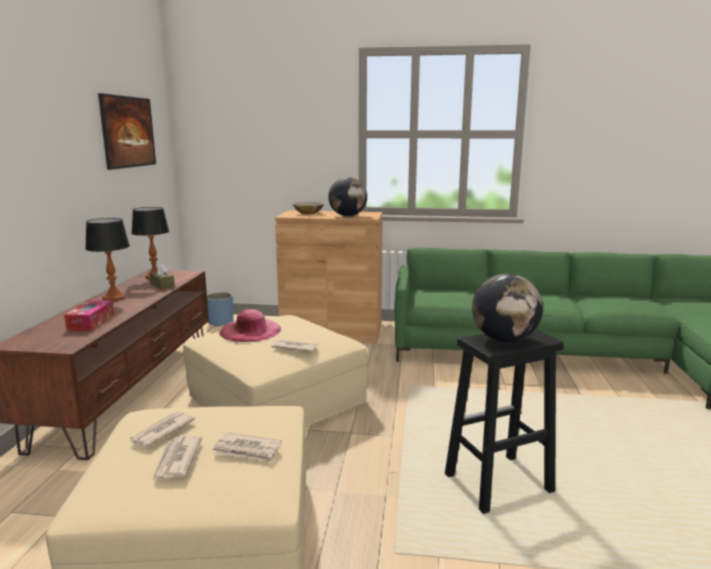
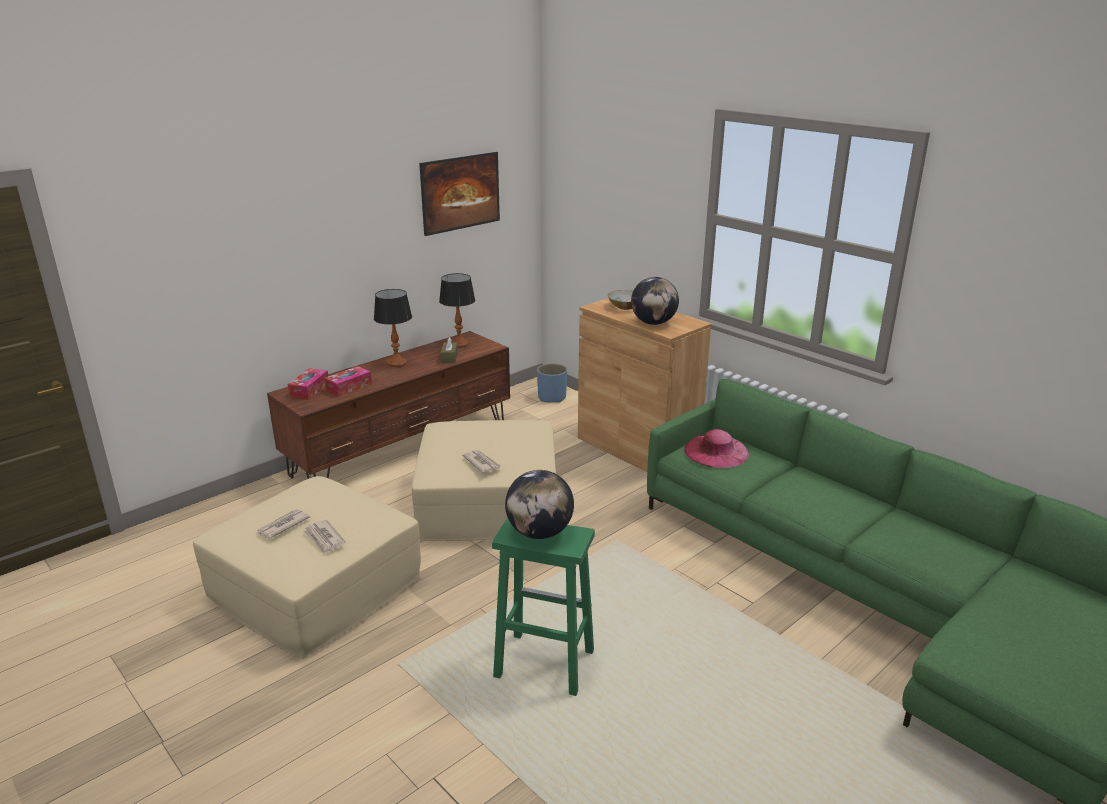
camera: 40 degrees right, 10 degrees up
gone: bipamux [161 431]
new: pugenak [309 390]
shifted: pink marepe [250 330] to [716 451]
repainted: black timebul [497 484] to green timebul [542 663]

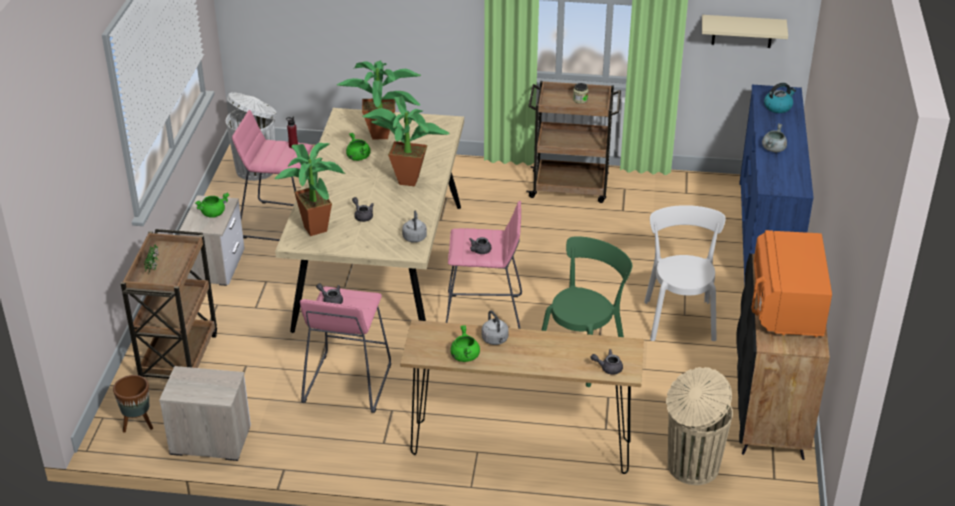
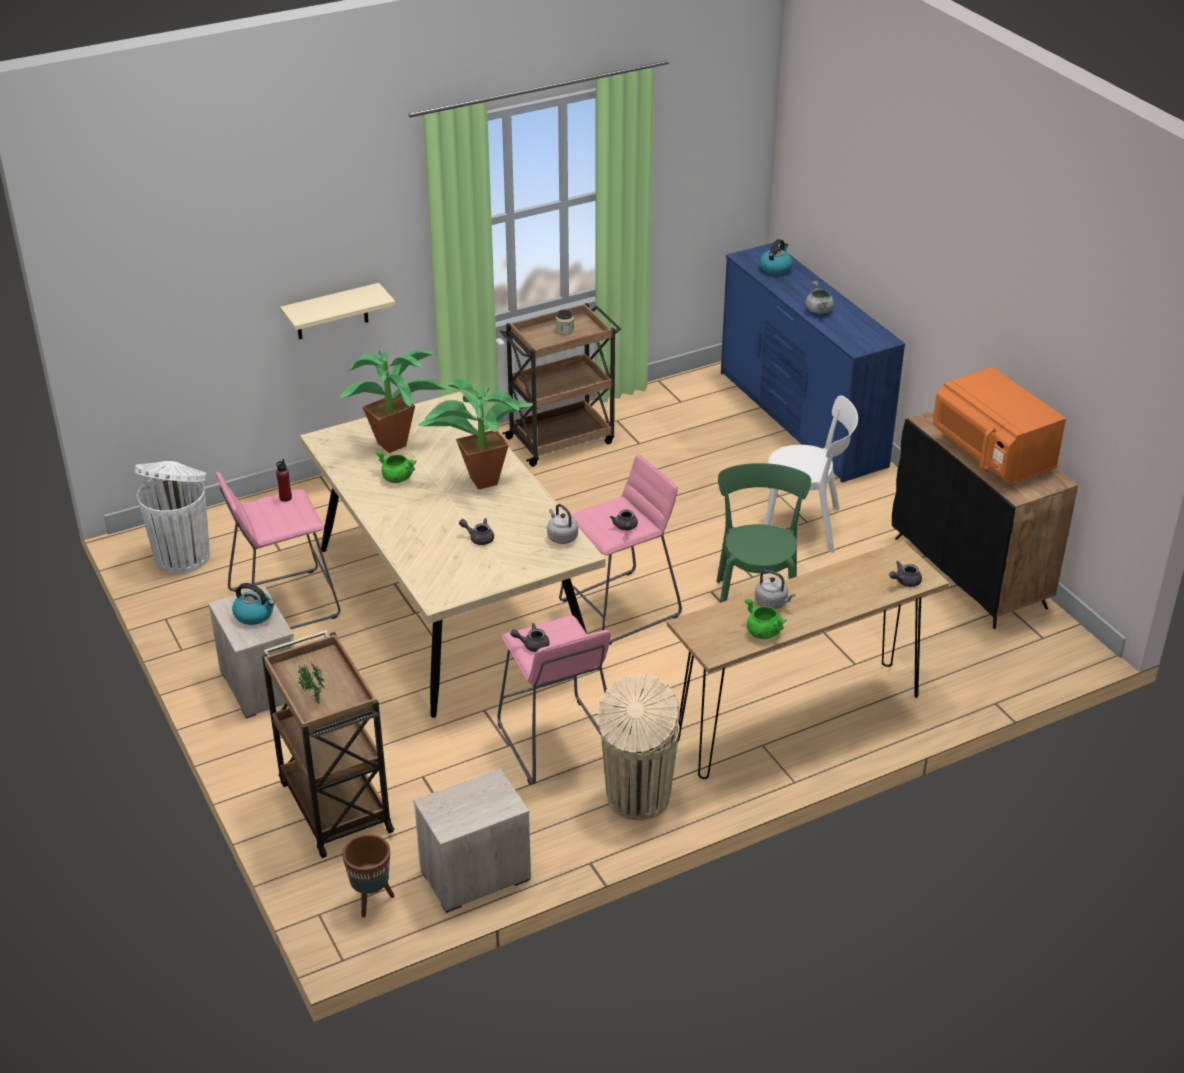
camera: 35 degrees left, 0 degrees up
gone: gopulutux [316 226]
shifted: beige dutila [691 467] to [637 799]; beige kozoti [742 31] to [331 312]
swapped: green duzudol [213 213] to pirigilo [255 615]
rotated: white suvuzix [679 317] = [805 526] 135 degrees clockwise

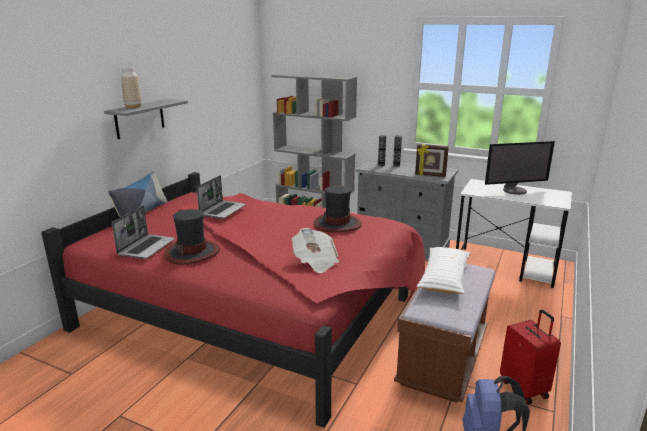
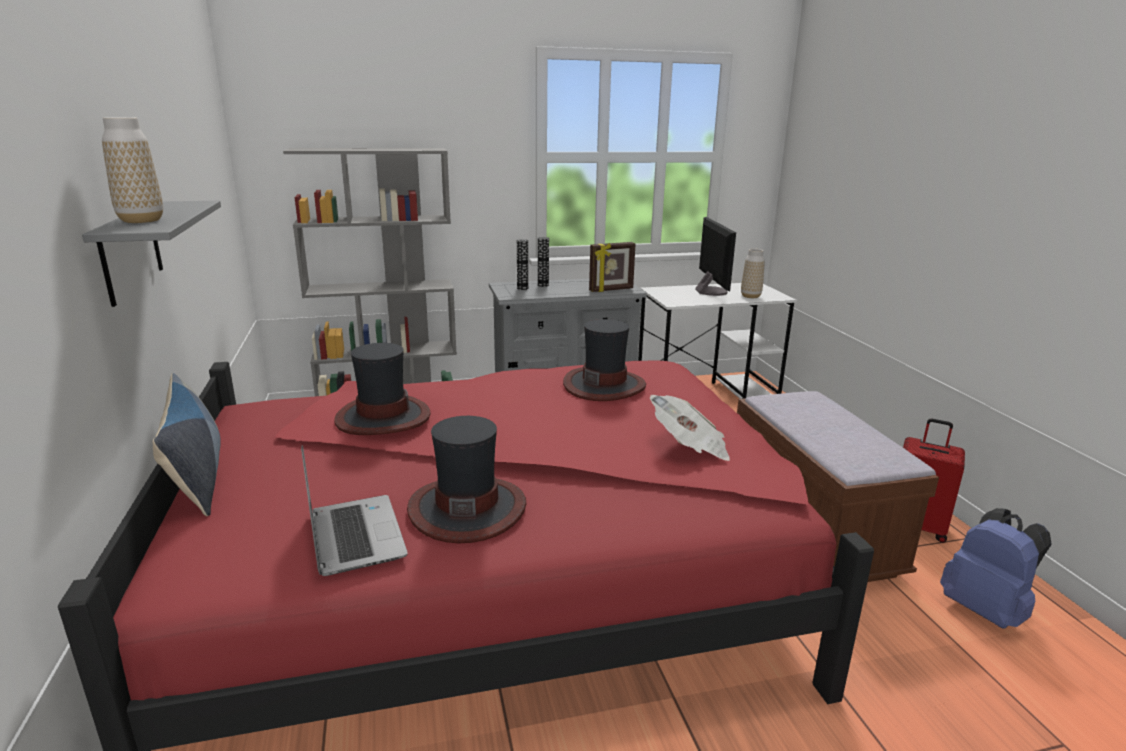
camera: 40 degrees left, 0 degrees up
gone: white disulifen [444 278]
new: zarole [750 296]
swapped: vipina [223 210] to marepe [382 417]
rotated: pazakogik [514 190] = [710 291] 45 degrees counterclockwise

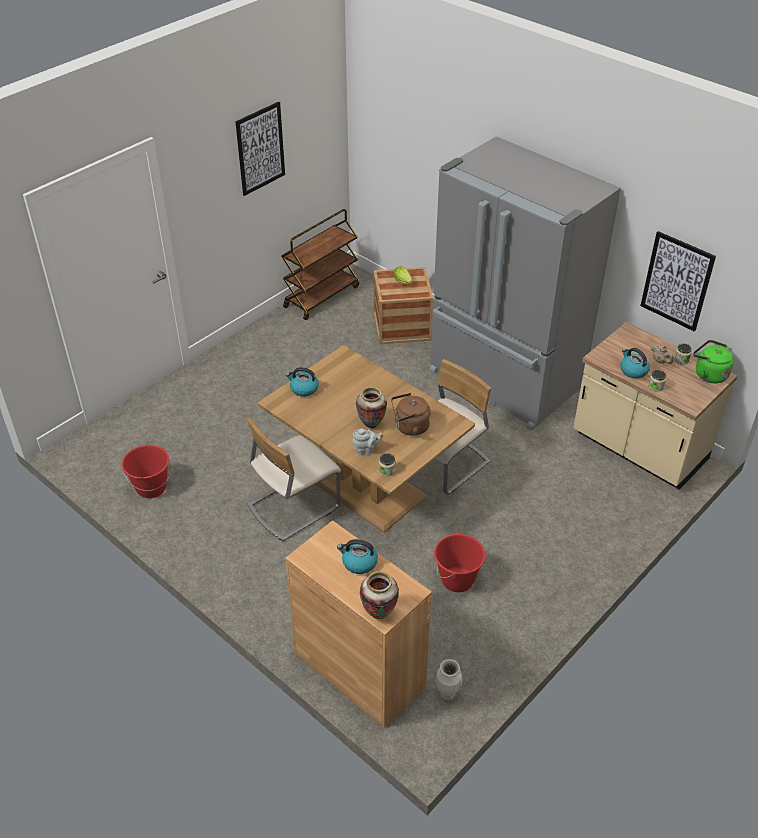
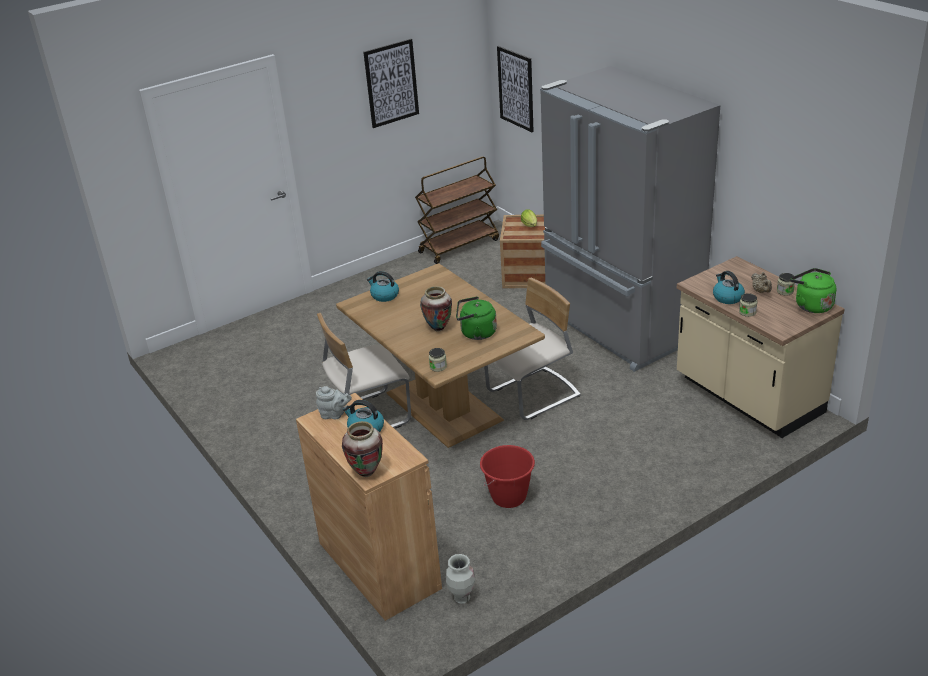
camera: 15 degrees right, 10 degrees down
gone: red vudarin [151 488]
shifted: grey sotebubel [366 450] to [334 415]; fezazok [677 281] to [516 88]
repainted: brown pirigilo [409 427] to green pirigilo [476 333]

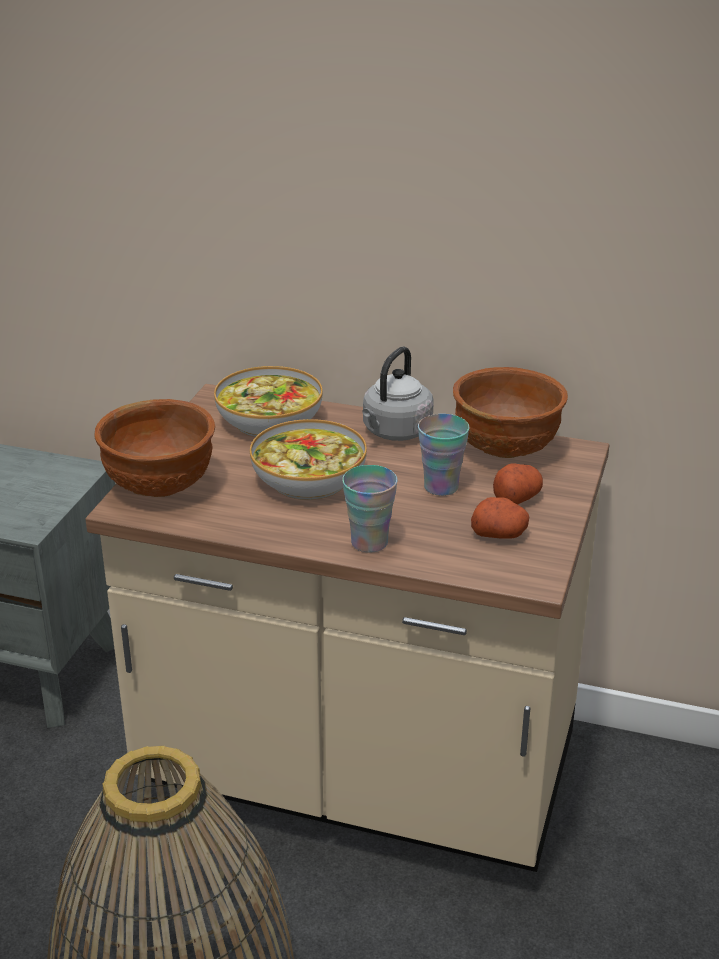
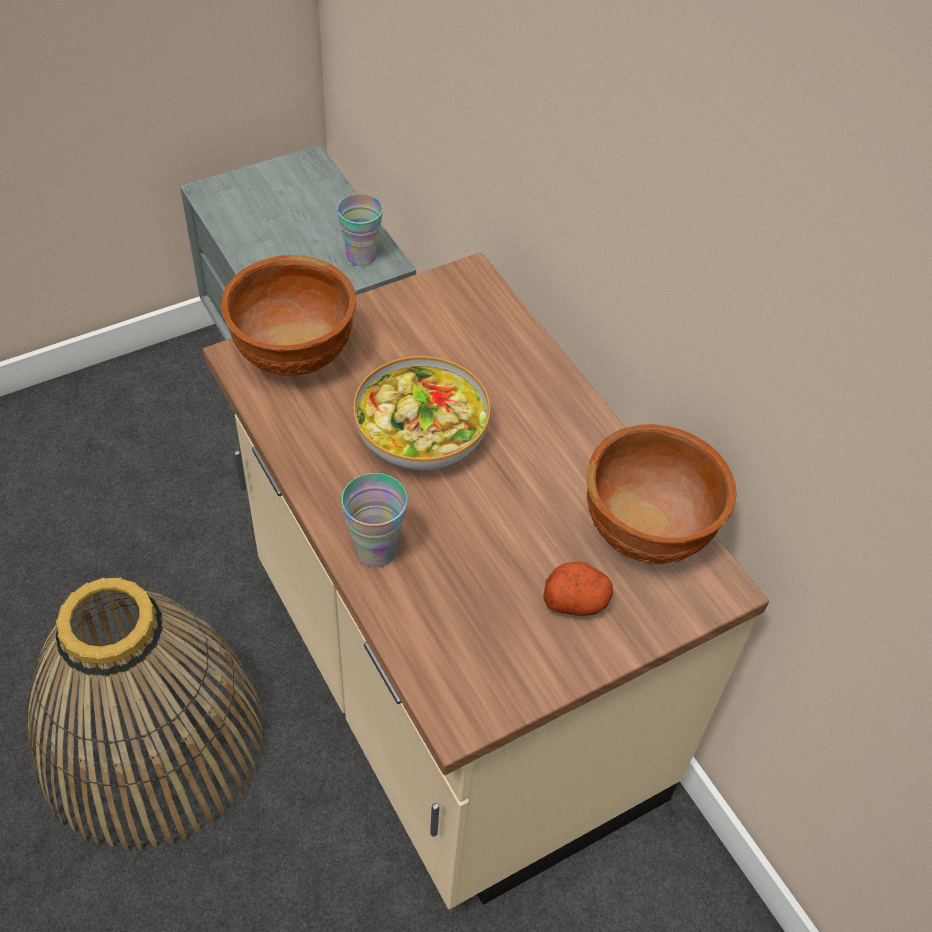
camera: 40 degrees right, 20 degrees up
gone: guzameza [270 420]; grey pirigilo [395 432]; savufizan [500 533]
shifted: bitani [441 487] to [361 256]

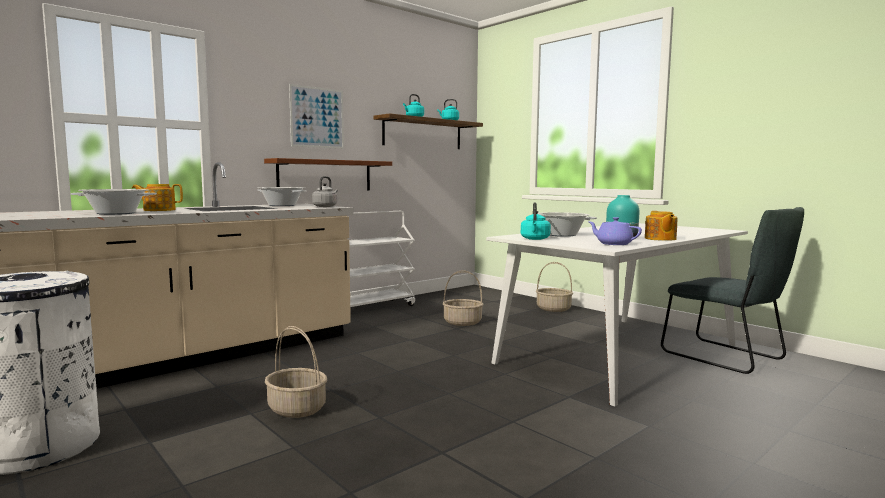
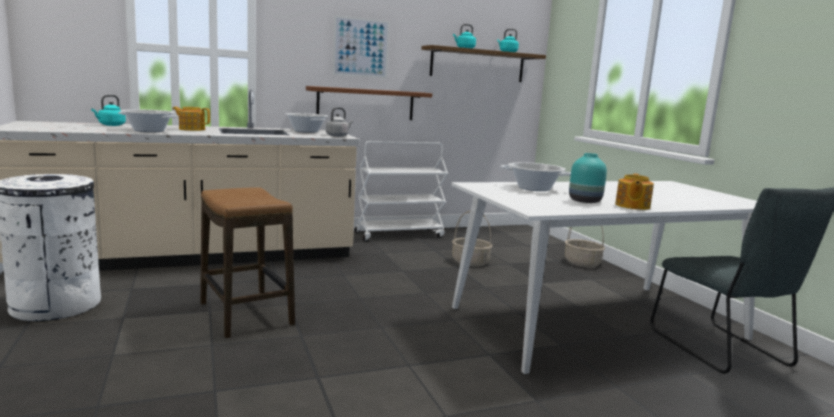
camera: 20 degrees right, 5 degrees up
gone: purple sotebubel [613 244]
shifted: turquoise pirigilo [535 239] to [110 125]
swapped: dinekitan [297 409] to timebul [246 314]

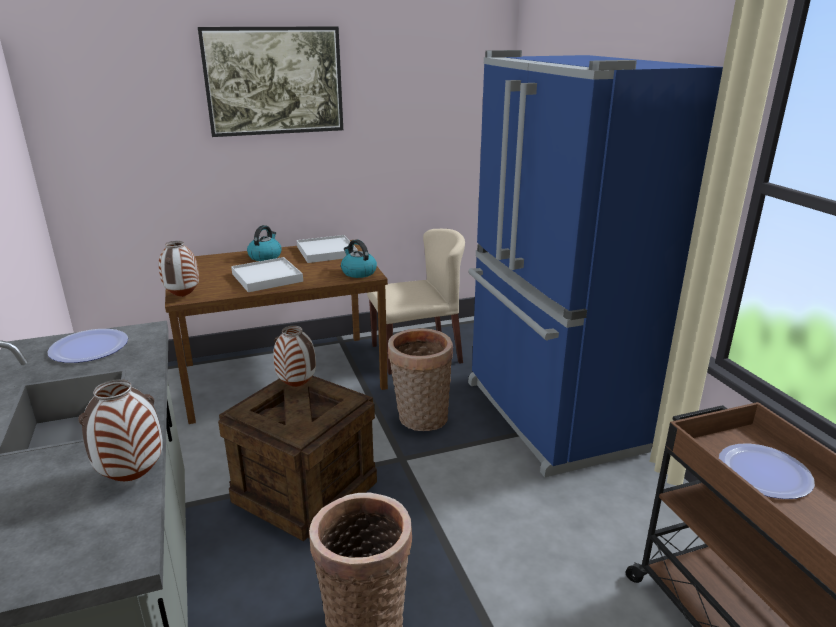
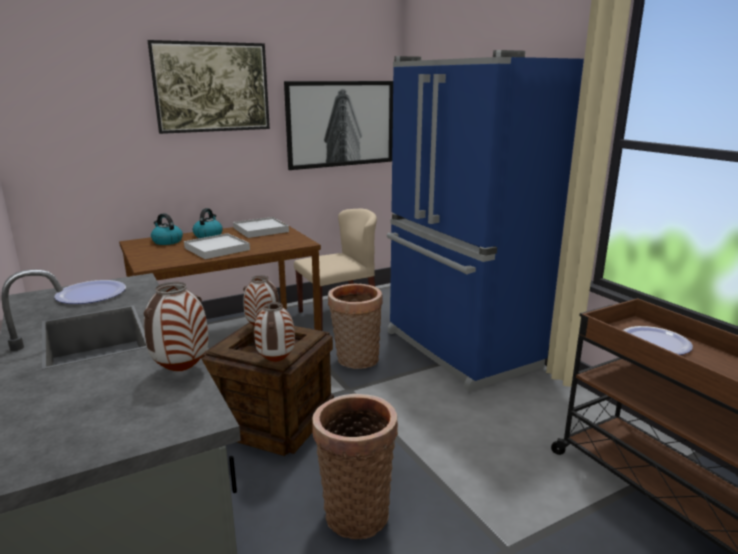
camera: 10 degrees left, 5 degrees down
new: fezazok [340 124]
shifted: zarole [183 297] to [276 361]; pirigilo [358 272] to [167 241]

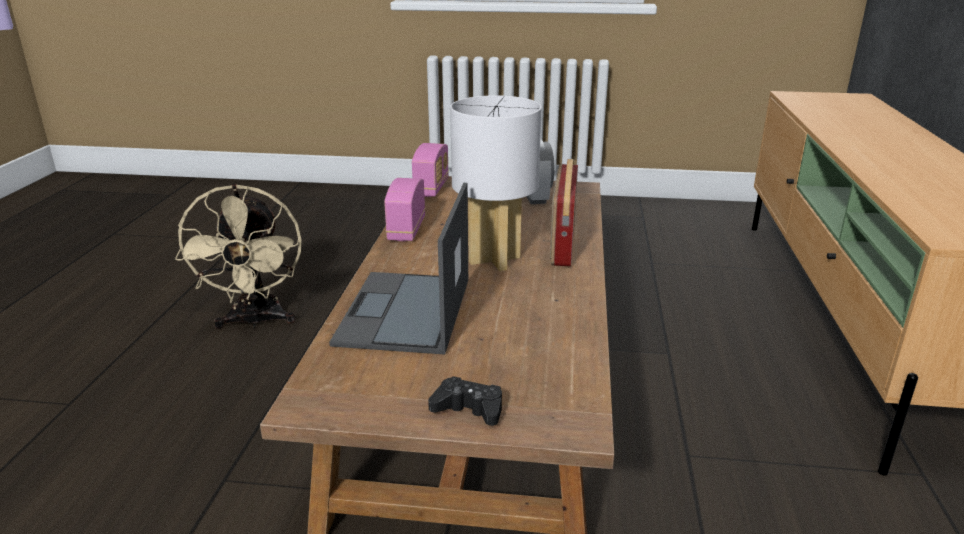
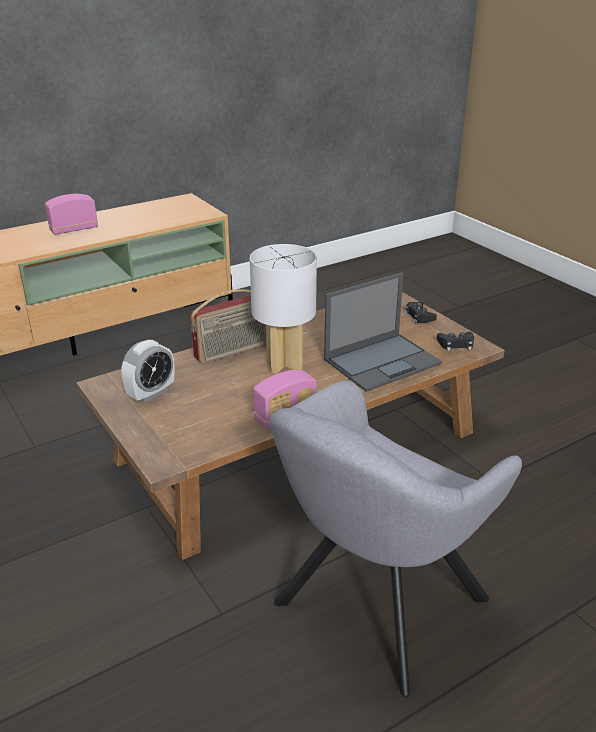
camera: 130 degrees left, 5 degrees up
new: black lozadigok [456 344]
shifted: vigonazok [431 188] to [74 229]
swapped: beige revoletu [256 321] to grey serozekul [373 608]

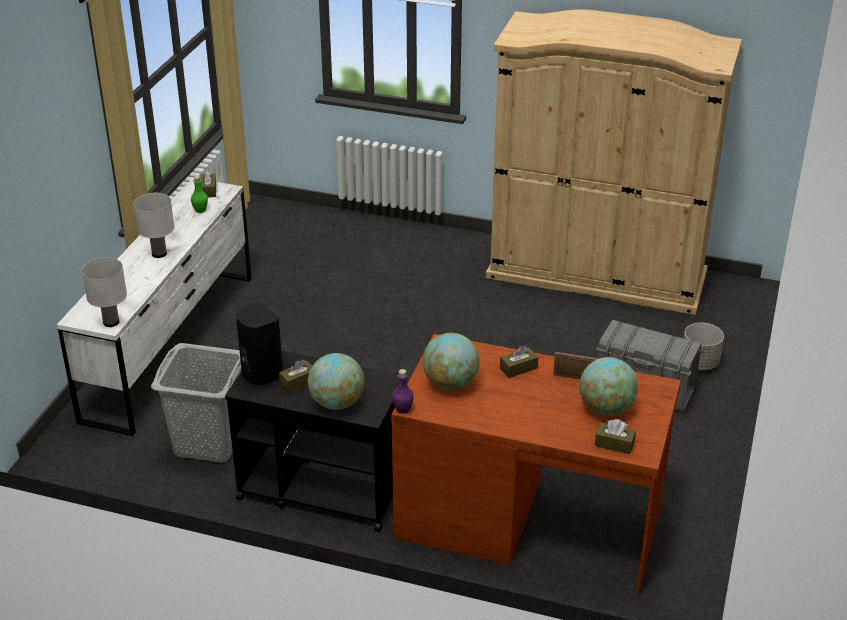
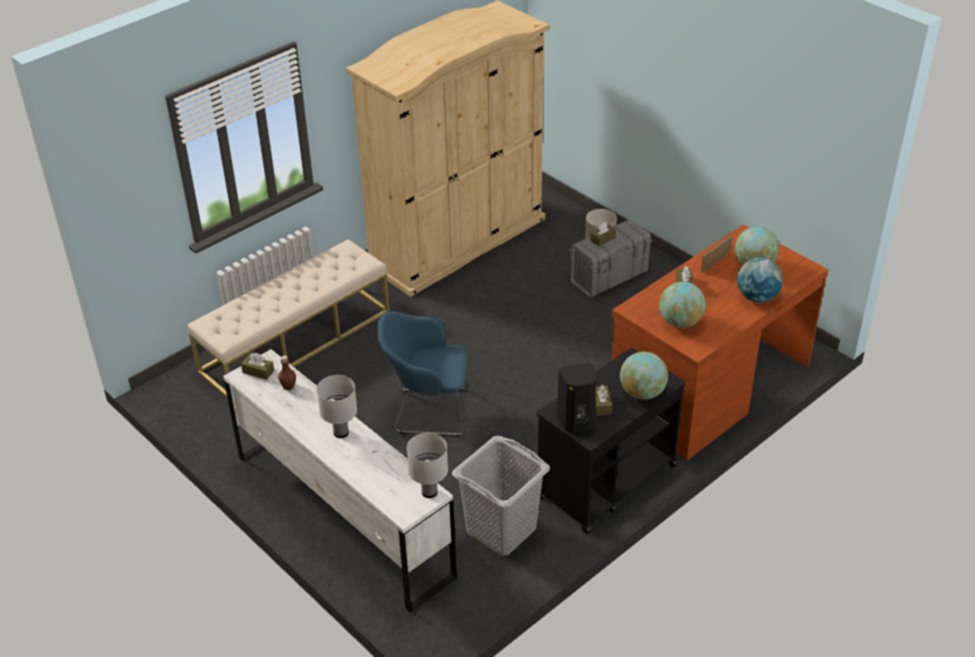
camera: 60 degrees left, 5 degrees up
gone: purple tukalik [403 409]
new: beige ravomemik [296 340]; blue serozekul [427 411]; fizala [757 297]
shifted: brown pugenak [614 444] to [603 239]
repainted: green tukalik [200 210] to brown tukalik [288 386]

